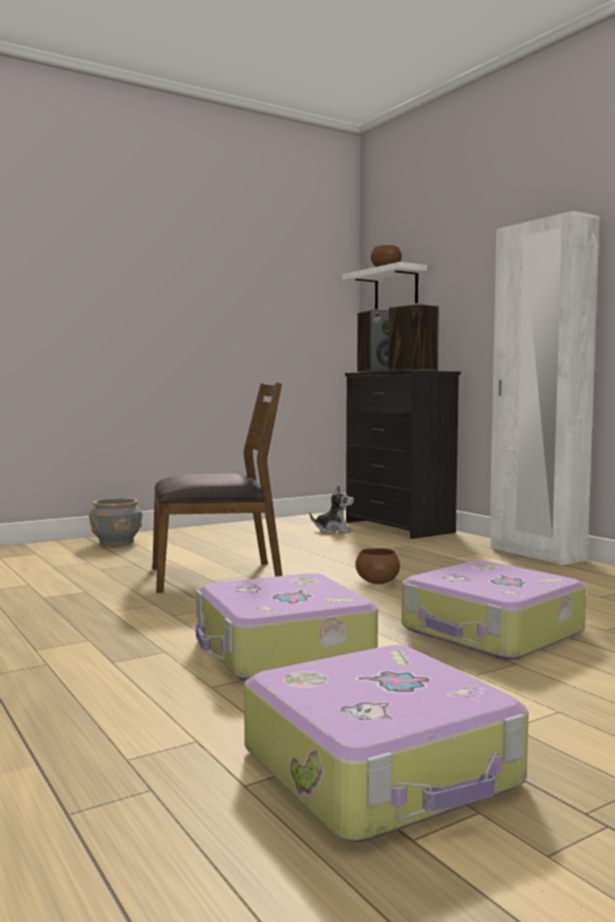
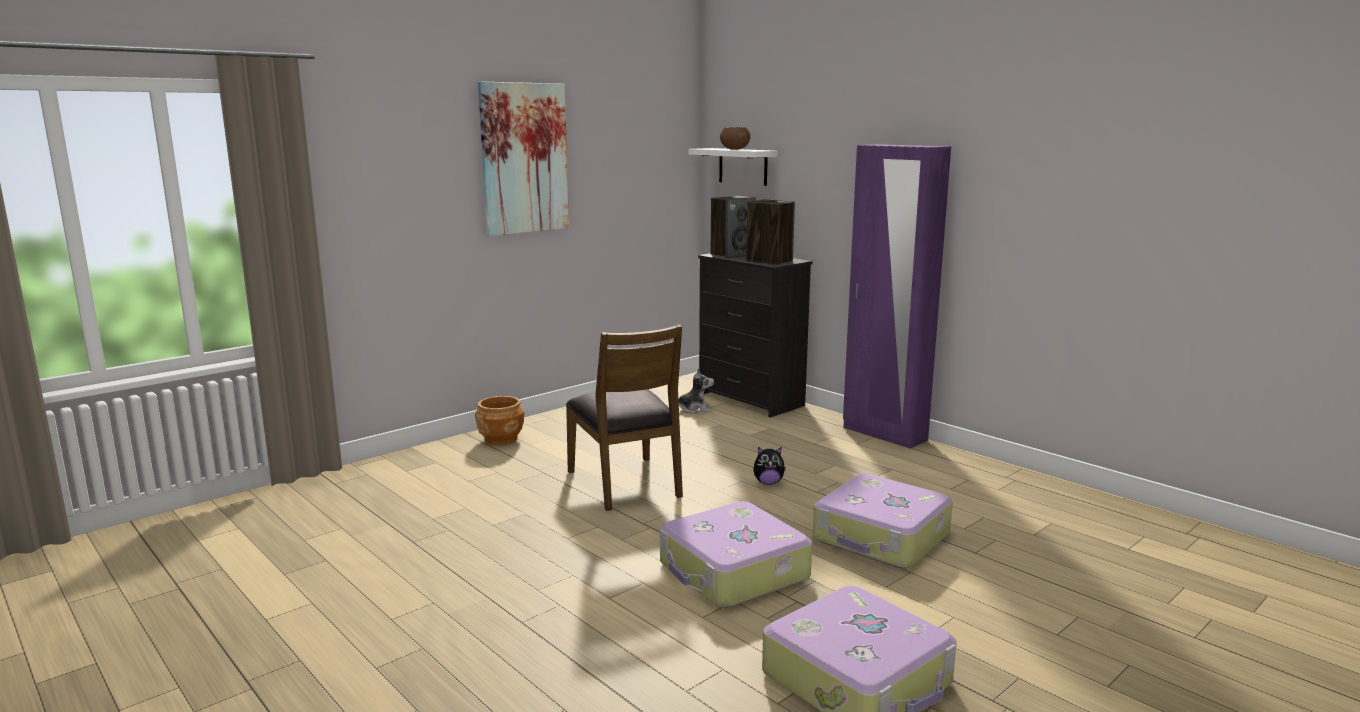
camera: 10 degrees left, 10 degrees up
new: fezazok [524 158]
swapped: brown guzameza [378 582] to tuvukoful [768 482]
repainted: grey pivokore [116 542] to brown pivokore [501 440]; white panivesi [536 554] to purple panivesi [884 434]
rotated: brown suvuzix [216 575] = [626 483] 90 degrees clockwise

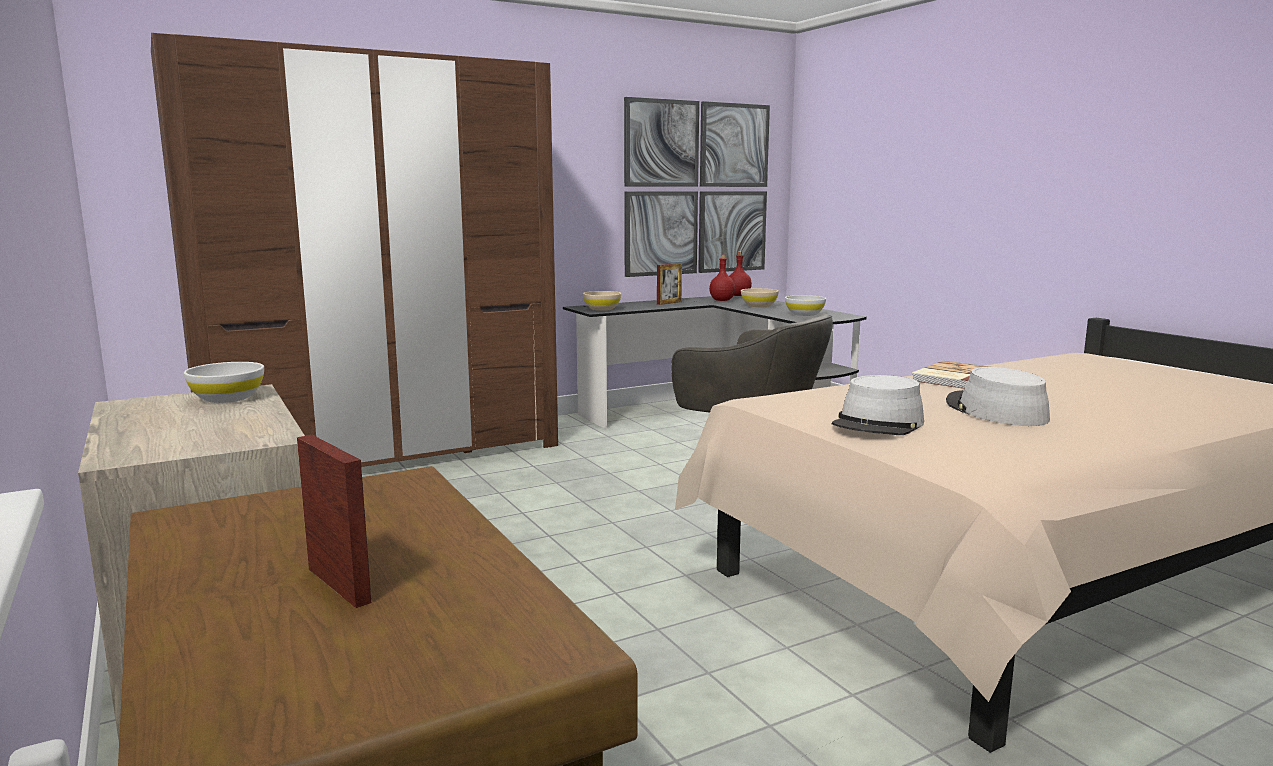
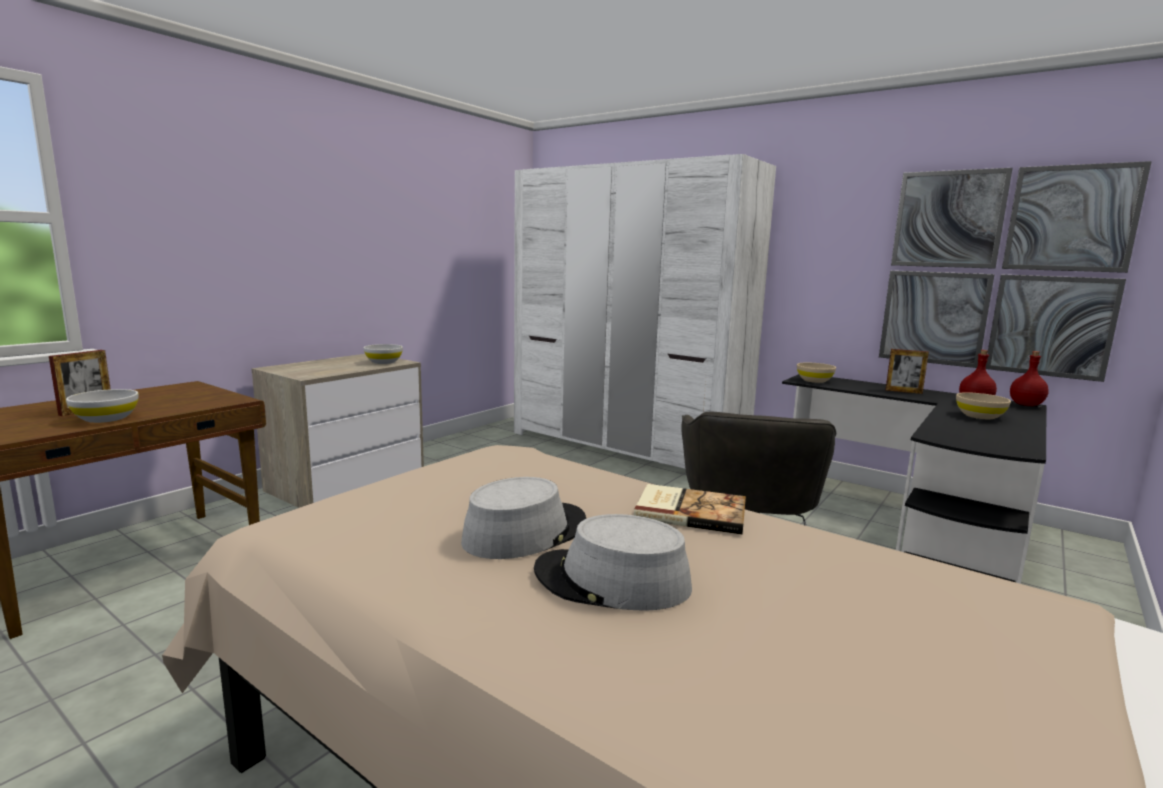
camera: 65 degrees right, 0 degrees up
shifted: white guzameza [804 314] to [106 418]; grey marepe [878 423] to [611 581]
repainted: brown panivesi [387 456] to white panivesi [624 447]

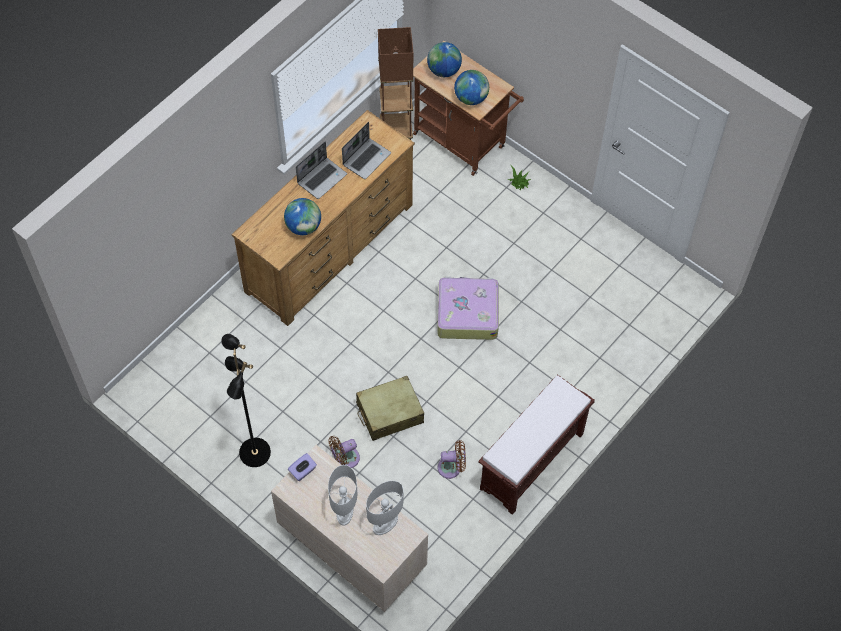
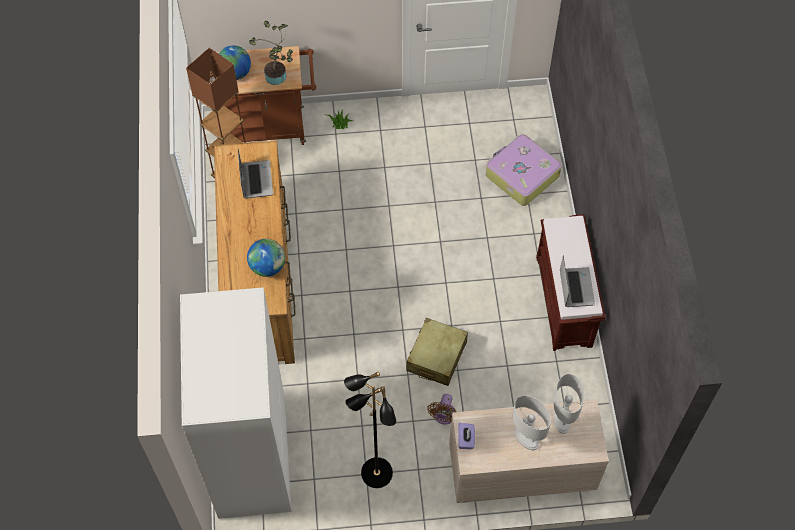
camera: 45 degrees left, 0 degrees up
gone: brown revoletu [452 467]
new: white panivesi [251 456]
shifted: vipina [322 178] to [575 287]; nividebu [467 313] to [521 175]
swapped: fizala [471 98] to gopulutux [278 77]

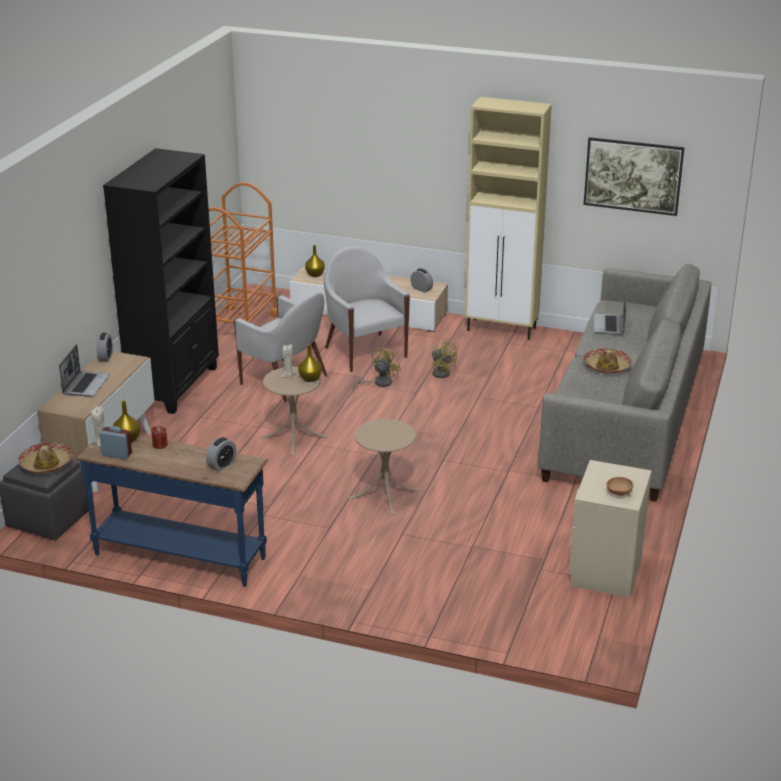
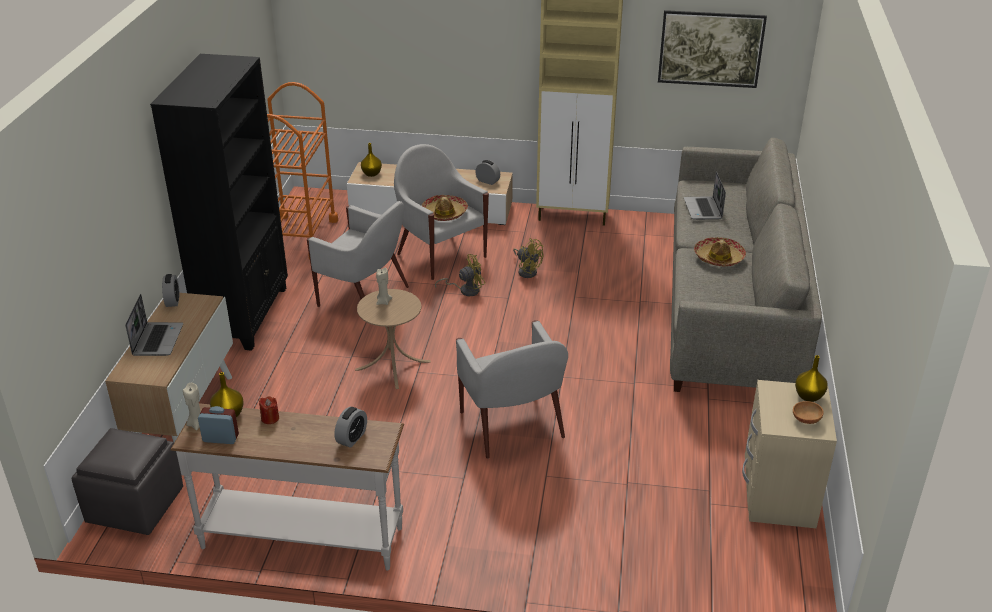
camera: 10 degrees left, 5 degrees up
shifted: marepe [46 464] to [444 213]; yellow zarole [310 378] to [809 396]
swapped: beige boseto [385 494] to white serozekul [512 426]
repainted: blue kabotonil [180 555] to white kabotonil [303 536]
rotated: yellow revoletu [379 383] = [465 290] 45 degrees clockwise

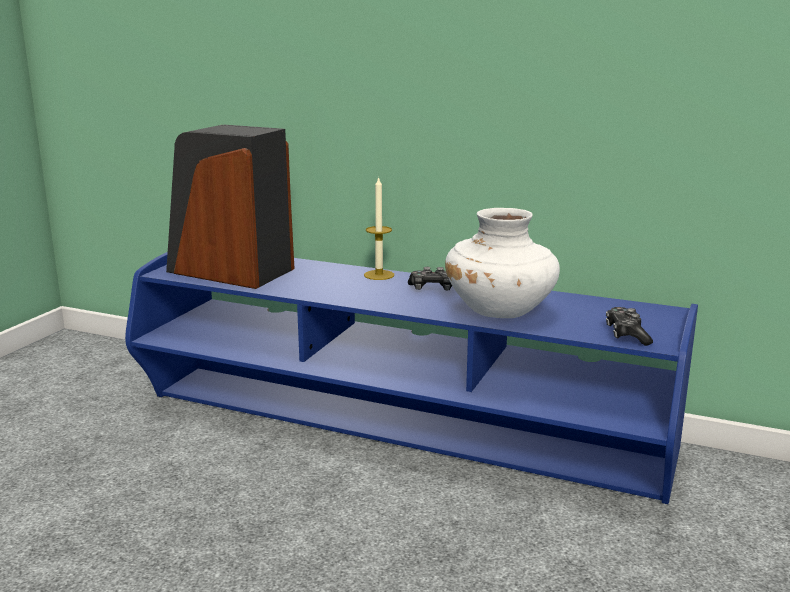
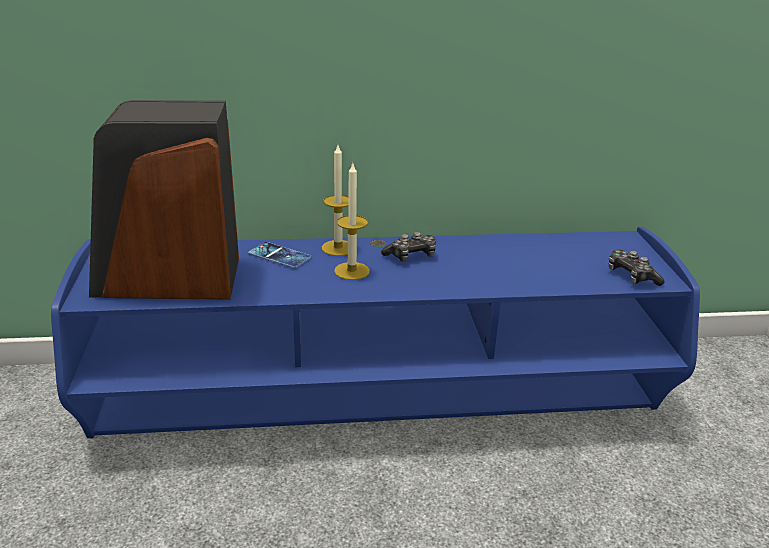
camera: 30 degrees left, 10 degrees up
gone: white zarole [500 312]
new: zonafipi [279 255]; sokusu [352 271]

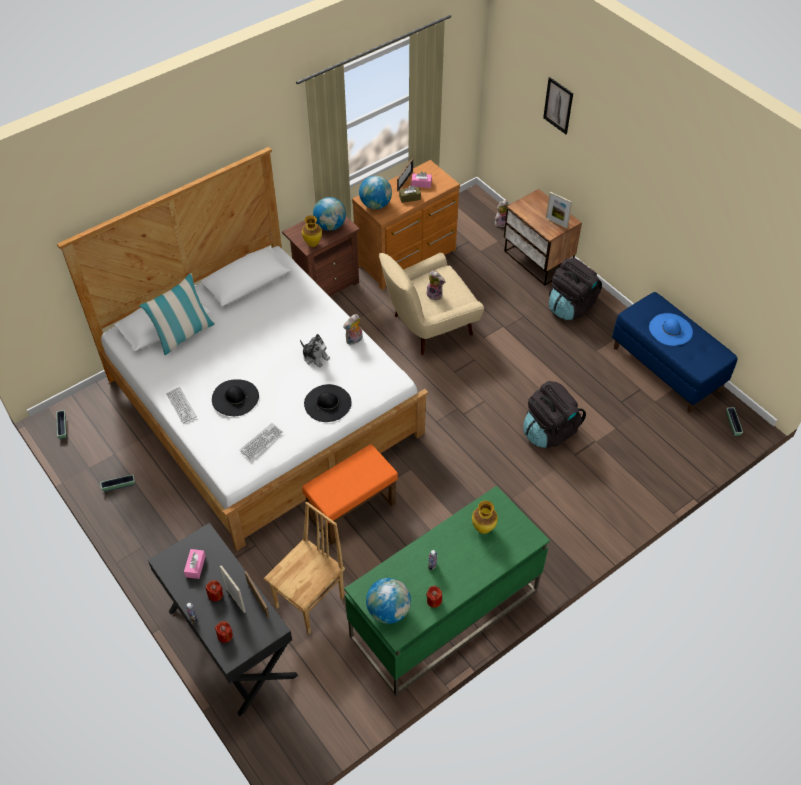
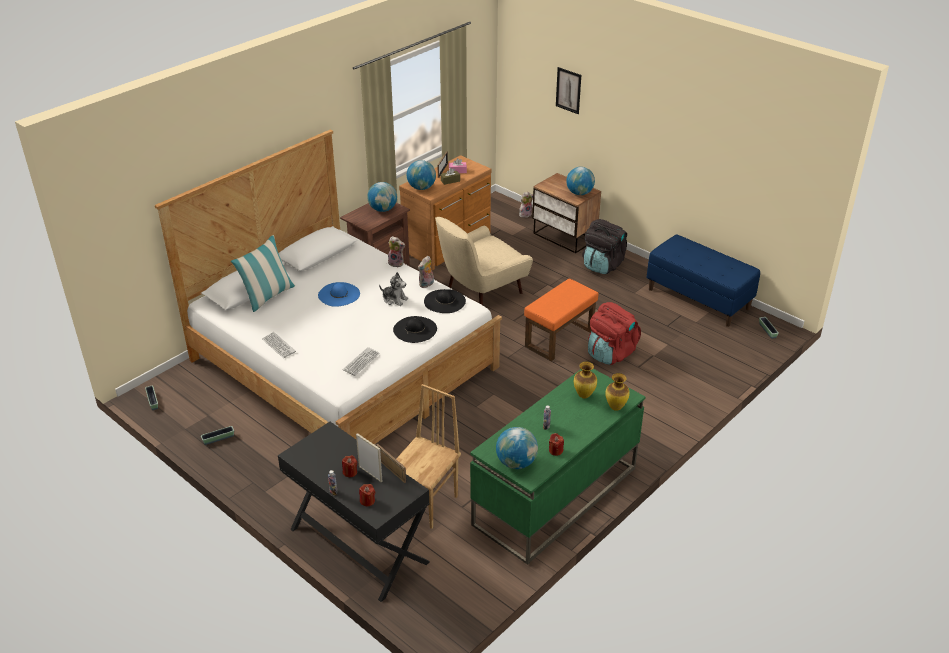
camera: 10 degrees left, 15 degrees down
gone: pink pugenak [195 566]
shifted: black marepe [235 397] to [444 301]; zarole [312 244] to [615 407]; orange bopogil [352 509] to [559 338]; tuvukoful [435 295] to [397 263]; blue marepe [670 329] to [339 294]
swapped: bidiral [556 223] to fizala [579 193]
repainted: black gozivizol [549 431] to red gozivizol [610 353]

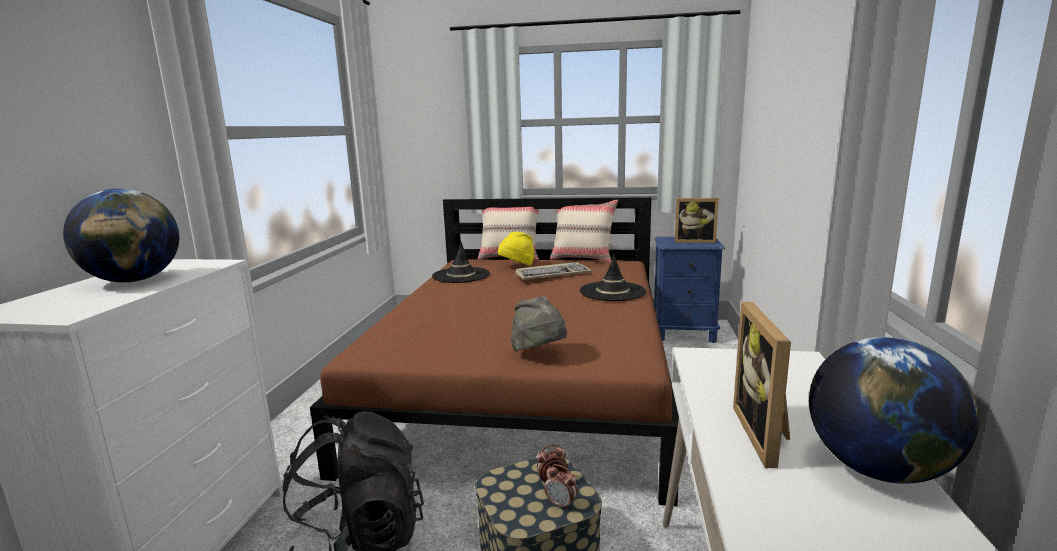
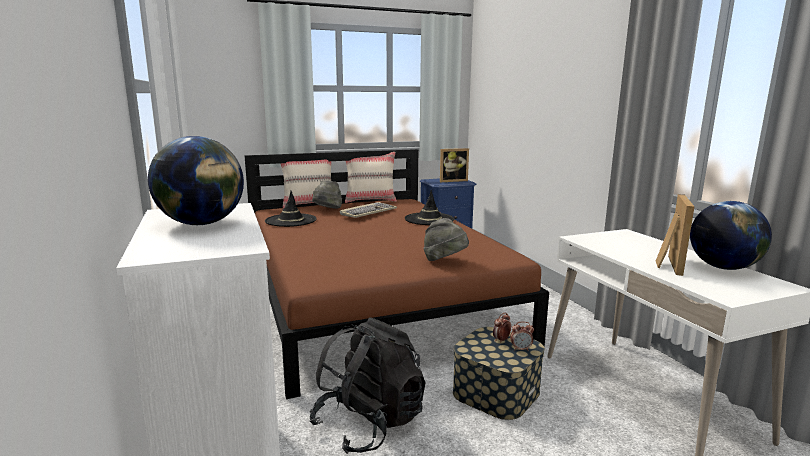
camera: 30 degrees left, 0 degrees up
repainted: yellow marepe [517 267] to grey marepe [327 210]
rotated: bidiral [766 435] = [667 264] 135 degrees counterclockwise

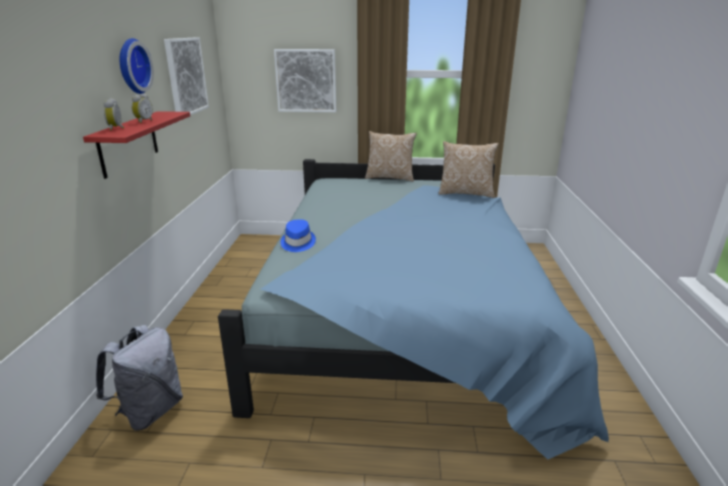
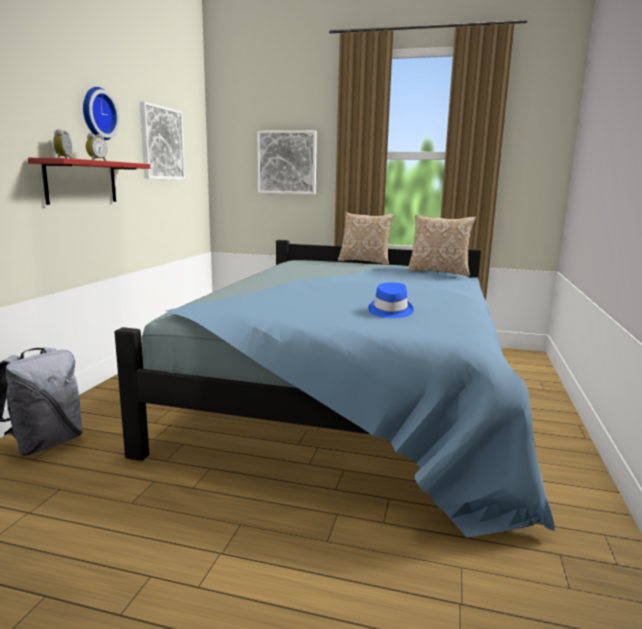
camera: 10 degrees right, 10 degrees down
shifted: blue marepe [297 243] to [389 311]

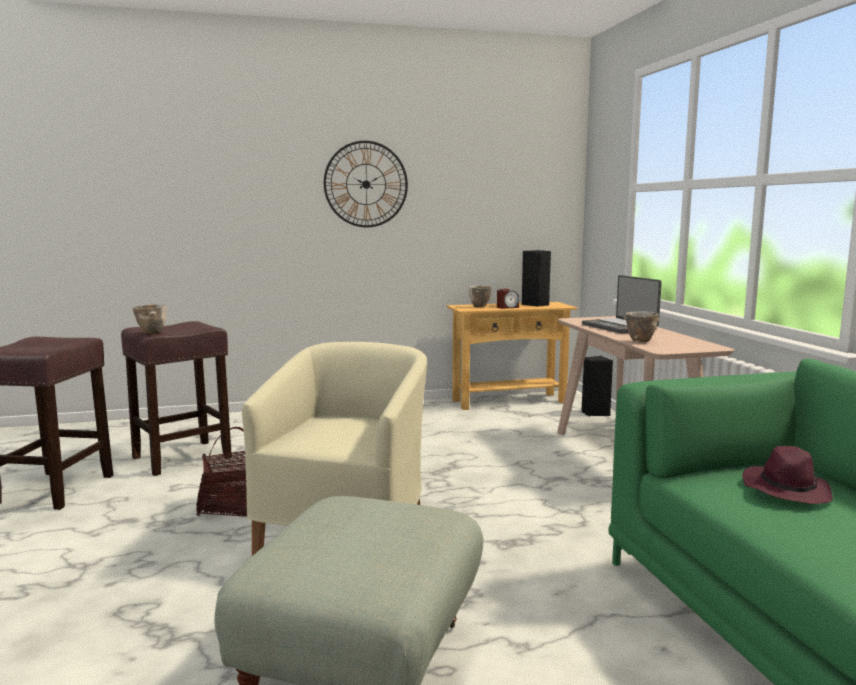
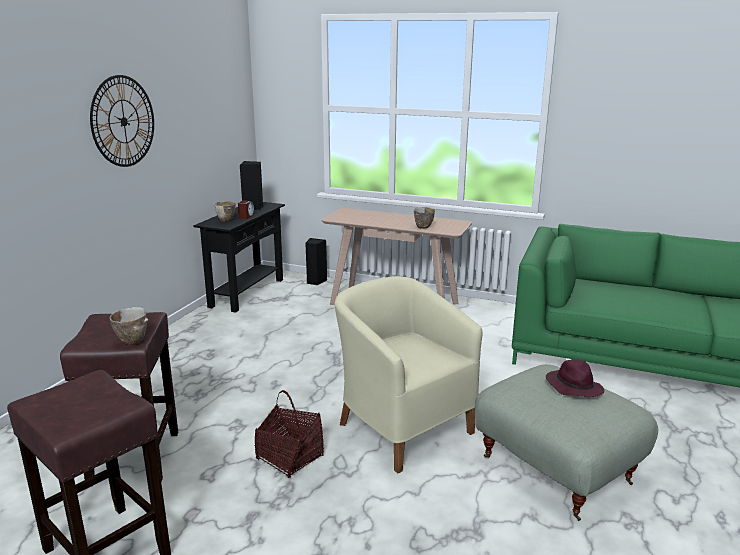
camera: 55 degrees left, 10 degrees up
gone: vipina [620 327]
shifted: purple marepe [785 490] to [573 386]
repainted: beige kabotonil [509 401] to black kabotonil [247 293]

